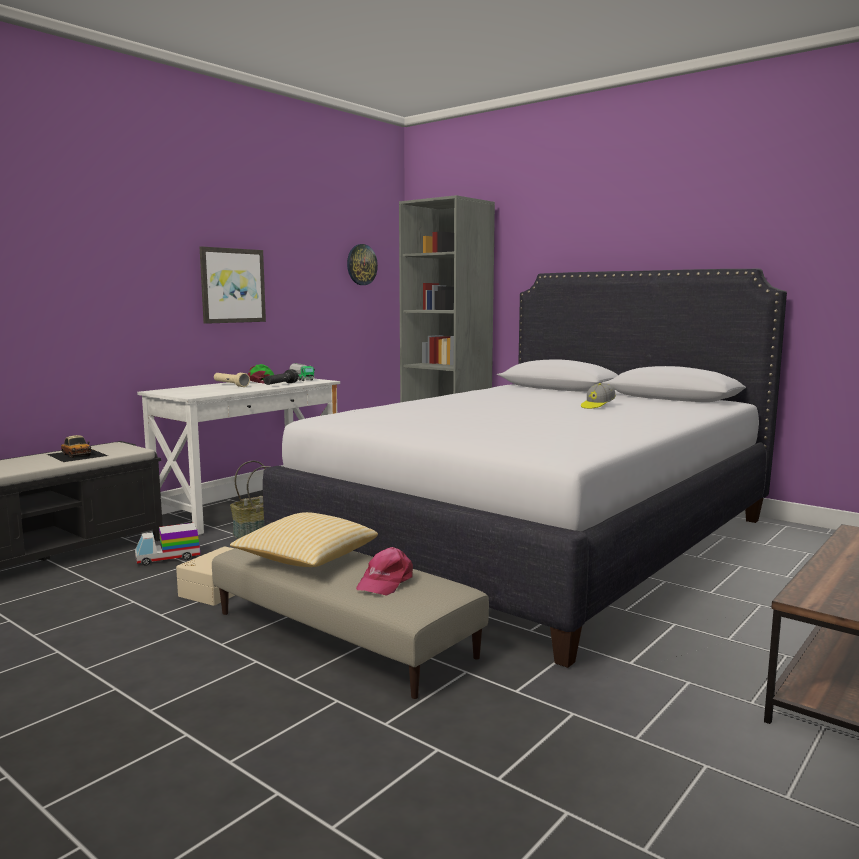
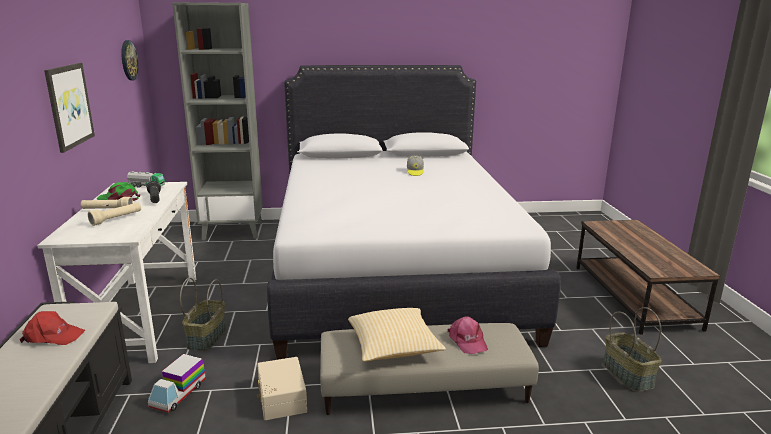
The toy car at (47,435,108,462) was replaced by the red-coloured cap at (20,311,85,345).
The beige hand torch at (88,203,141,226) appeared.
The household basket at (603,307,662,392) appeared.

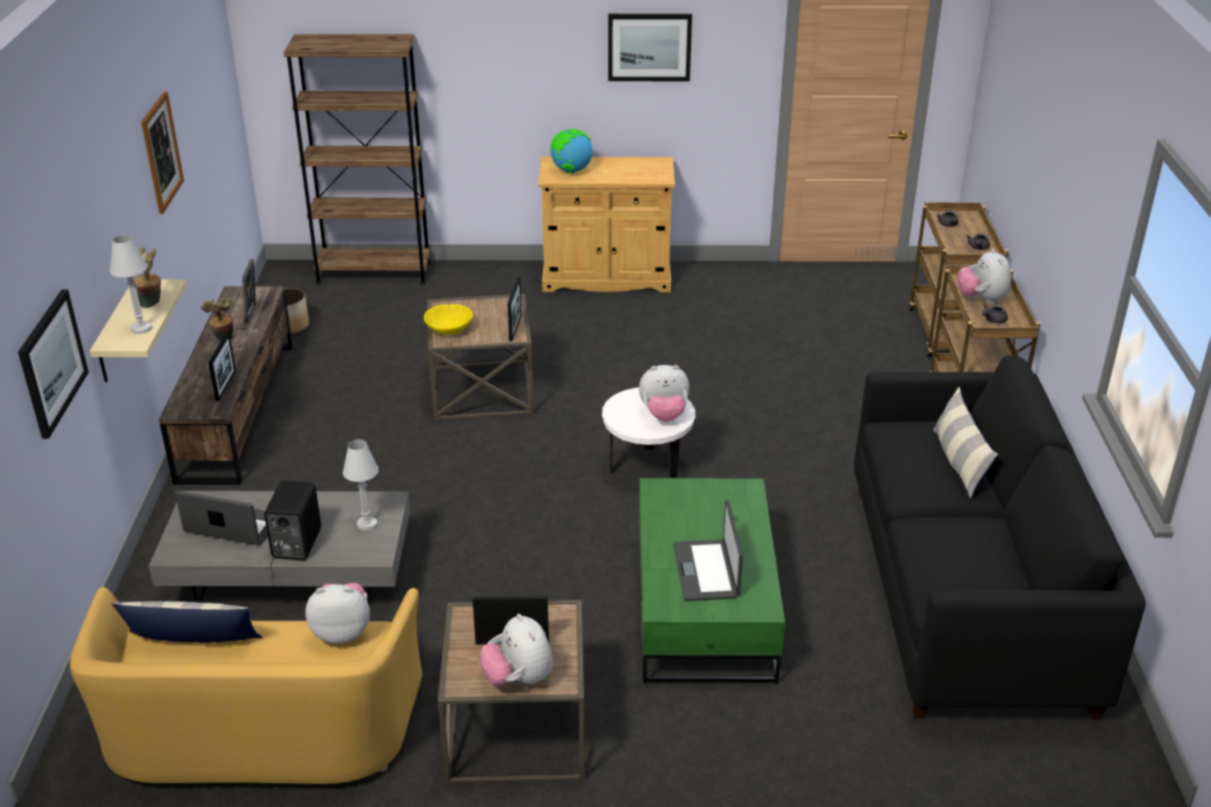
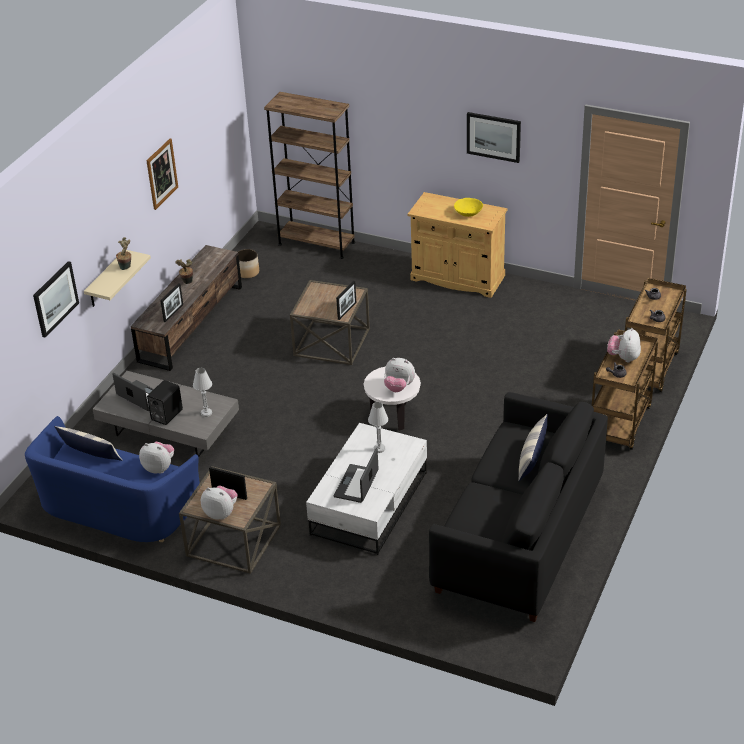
The desk globe at (550,129,593,173) disappeared.
The white table lamp moved from (110,235,152,334) to (368,402,388,453).
The picture frame at (242,259,256,323) disappeared.
The yellow deep dish moved from (424,304,473,335) to (454,198,483,217).
The green coffee table at (639,478,785,684) became the white coffee table at (306,423,427,555).
The yellow settee at (70,587,422,784) became the blue settee at (25,416,200,542).
The soft toy at (479,614,553,686) turned 120 degrees clockwise.

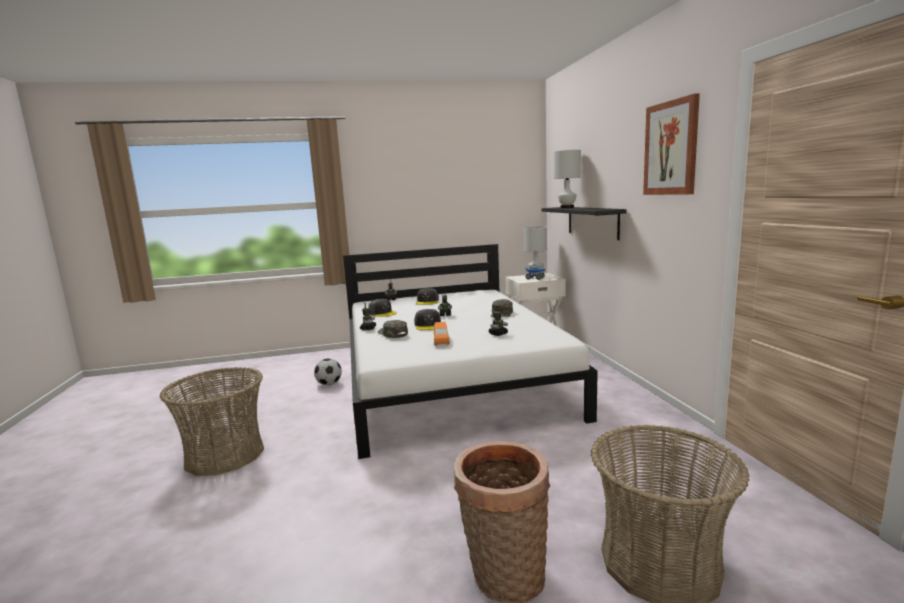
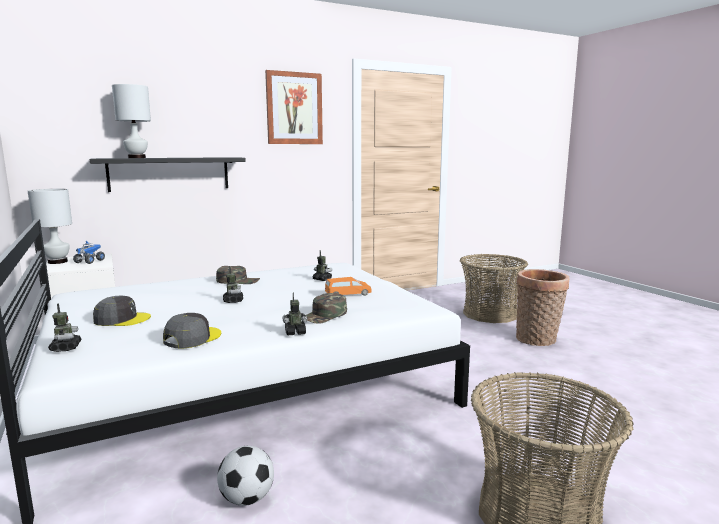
The gray cap at (414,309,441,330) disappeared.

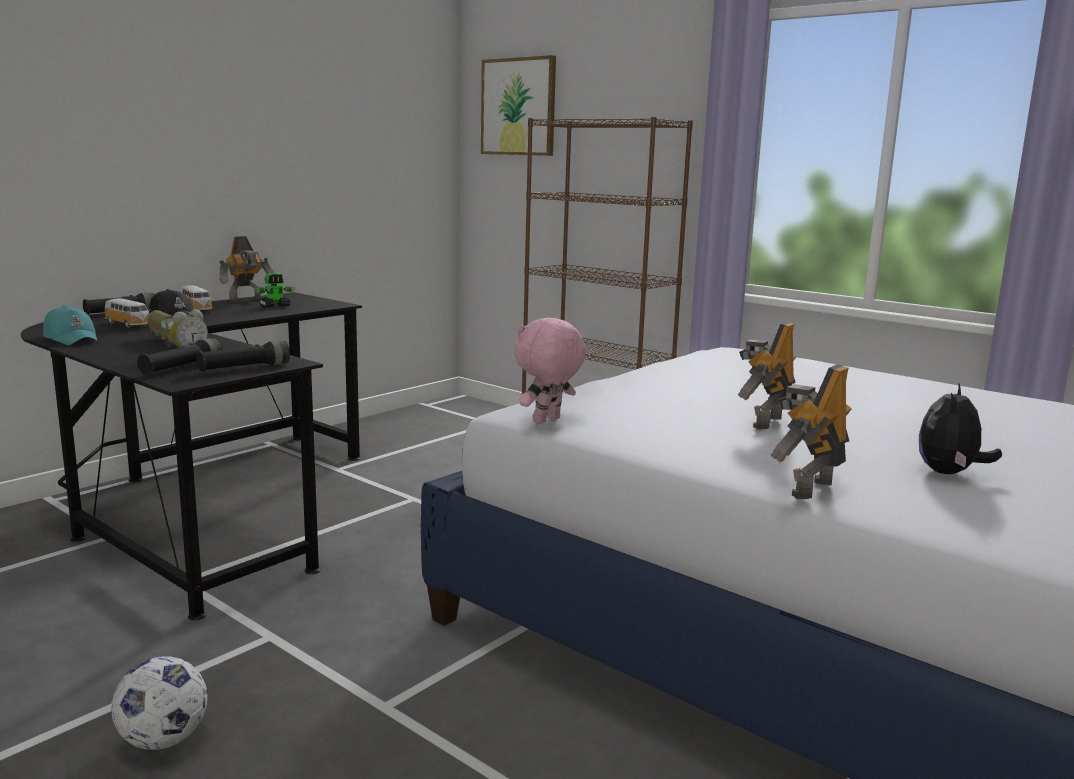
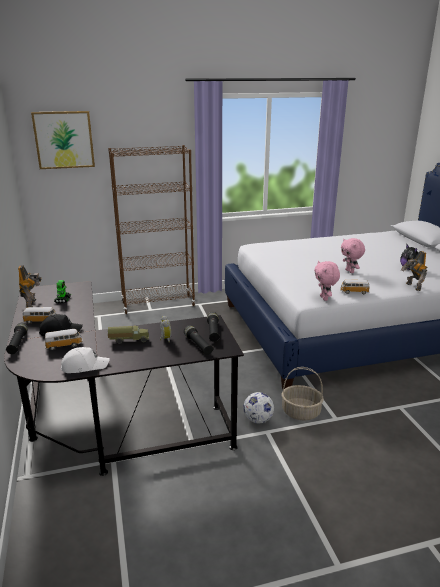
The turquoise-coloured cap at (43,305,97,345) became the white cap at (61,347,110,373).
The robot figure at (738,322,796,430) was replaced by the pink-coloured soft toy at (341,238,365,273).
The football moved from (111,656,208,750) to (243,392,274,423).
The toy car at (340,280,370,294) appeared.
The household basket at (281,367,324,421) appeared.

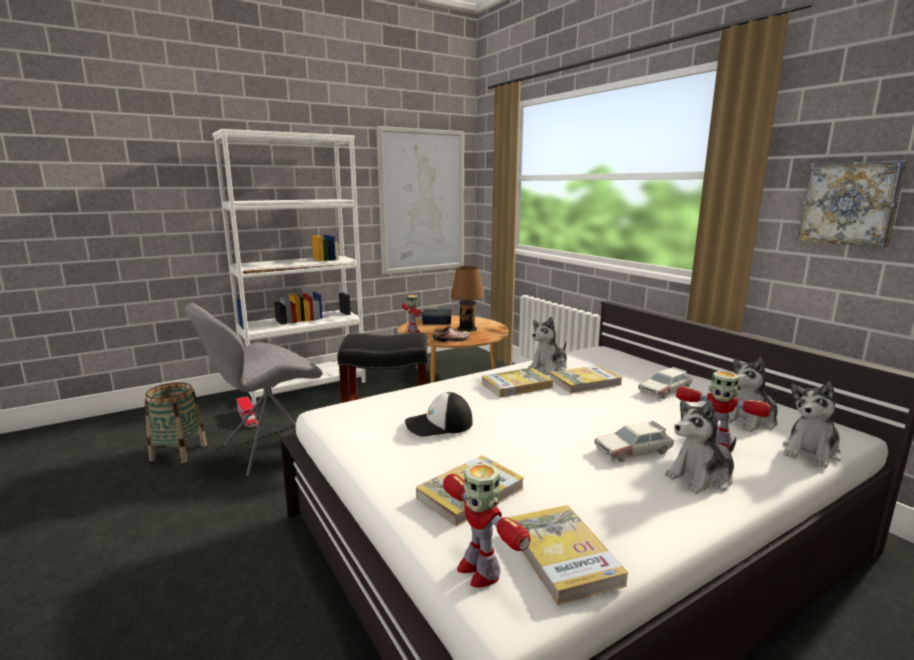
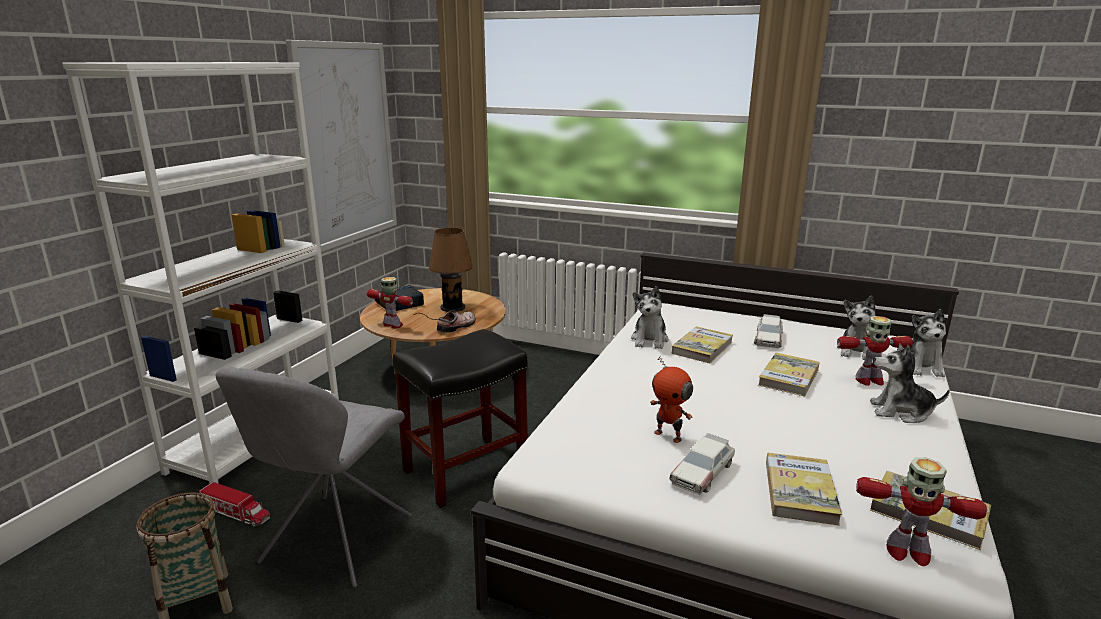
The wall art at (798,161,907,247) disappeared.
The volume moved from (481,368,553,397) to (758,353,820,396).
The cap at (405,392,473,436) was replaced by the robot figure at (650,356,693,443).
The soft toy at (665,400,736,494) turned 75 degrees clockwise.
The toy car moved from (594,421,674,462) to (669,433,735,495).

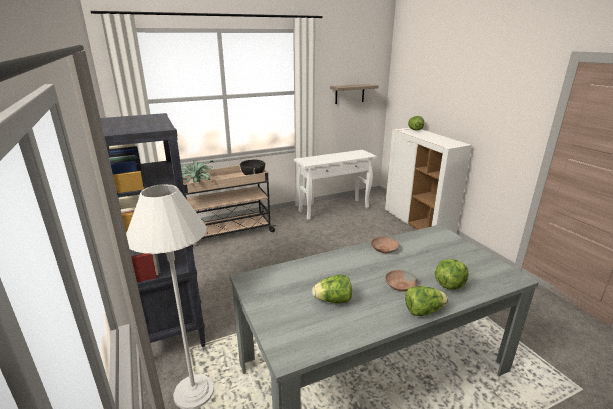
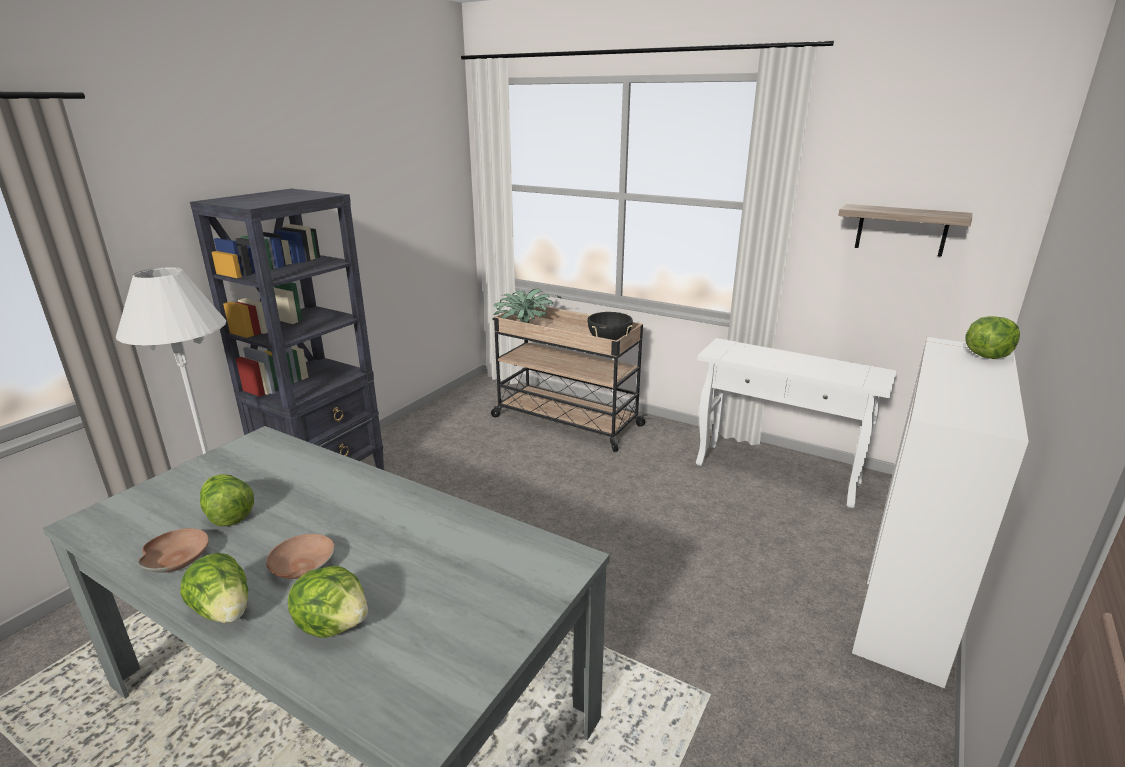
The brownish deep dish moved from (371,237,400,253) to (137,528,209,573).

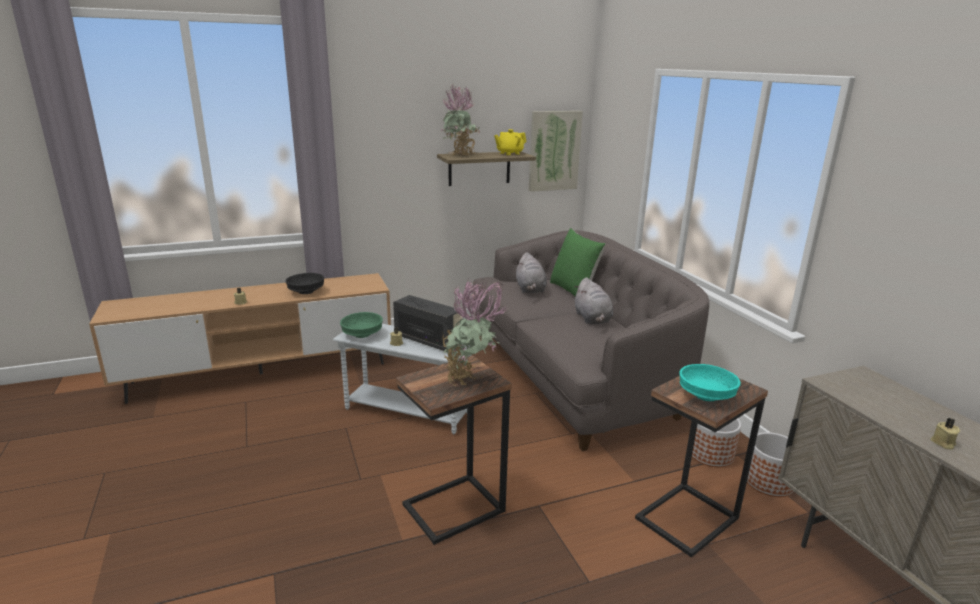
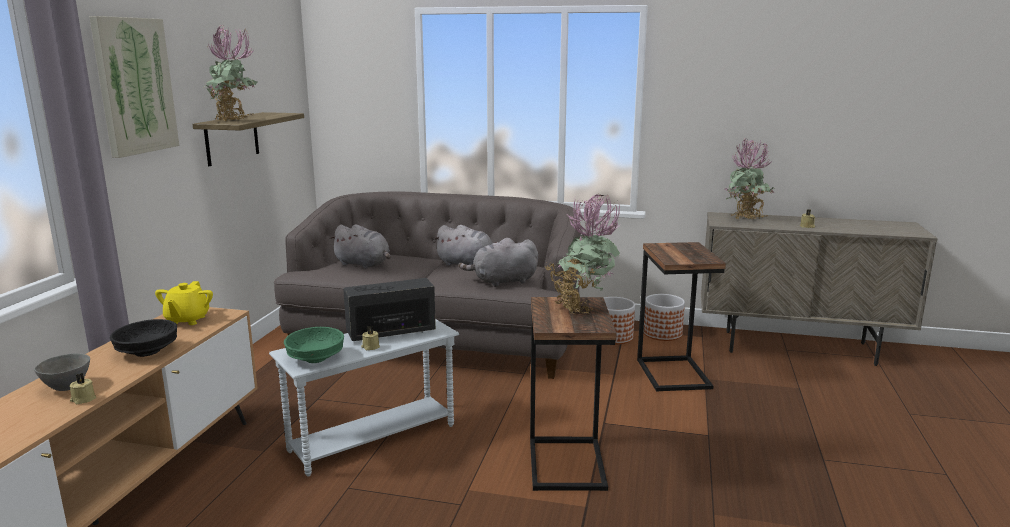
The wall art moved from (529,111,583,192) to (89,16,179,158).
The yellow teapot moved from (494,129,527,155) to (155,281,213,325).
The green cushion at (550,228,605,296) disappeared.
The turquoise-coloured deep dish at (679,364,741,401) disappeared.
The houseplant at (725,137,774,220) appeared.
The gray soft toy at (458,238,538,287) appeared.
The gray deep dish at (34,353,90,391) appeared.

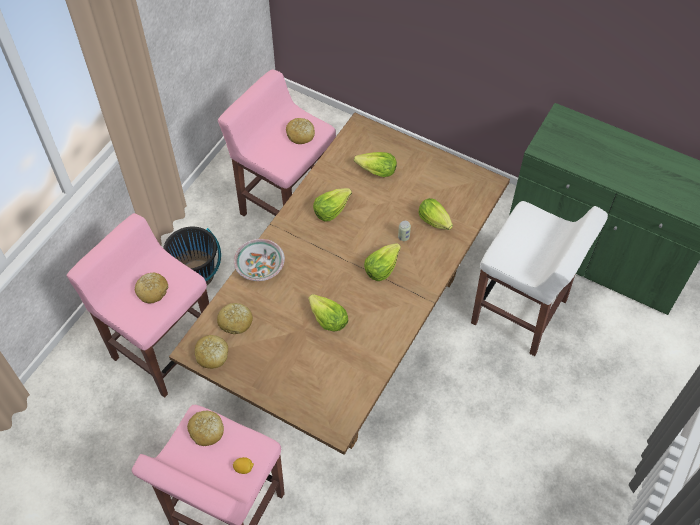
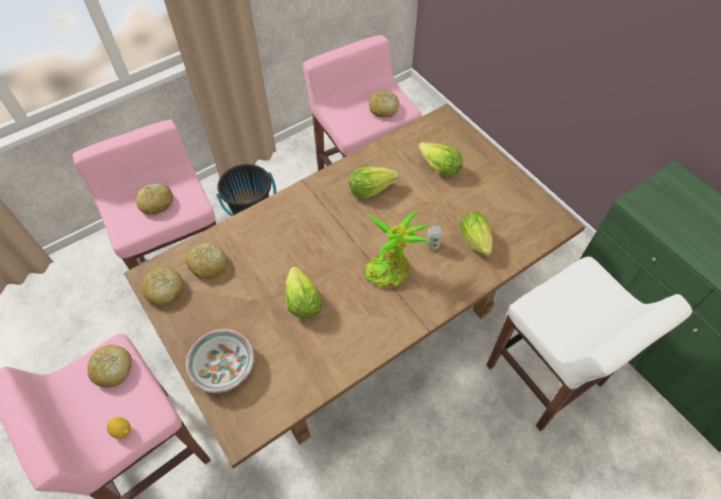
The deep dish moved from (234,239,285,281) to (186,329,254,393).
The head of lettuce at (364,243,401,281) was replaced by the houseplant at (366,210,431,287).

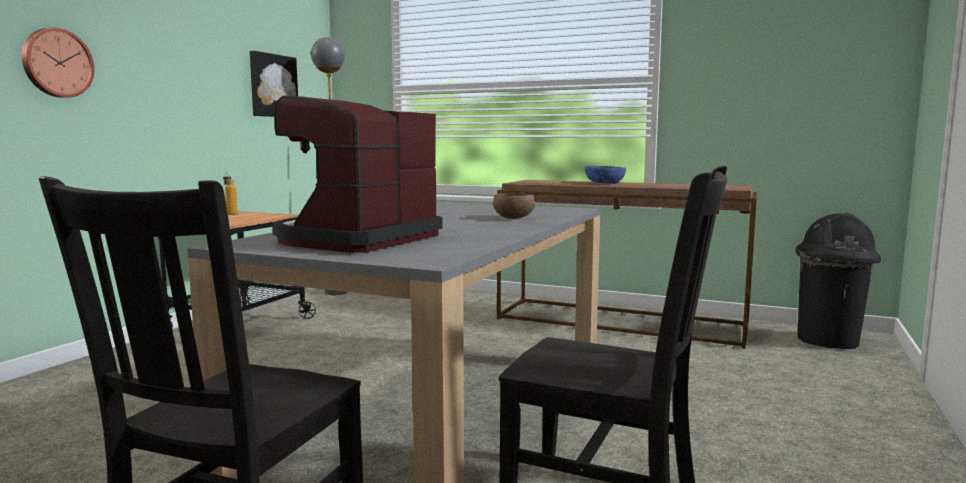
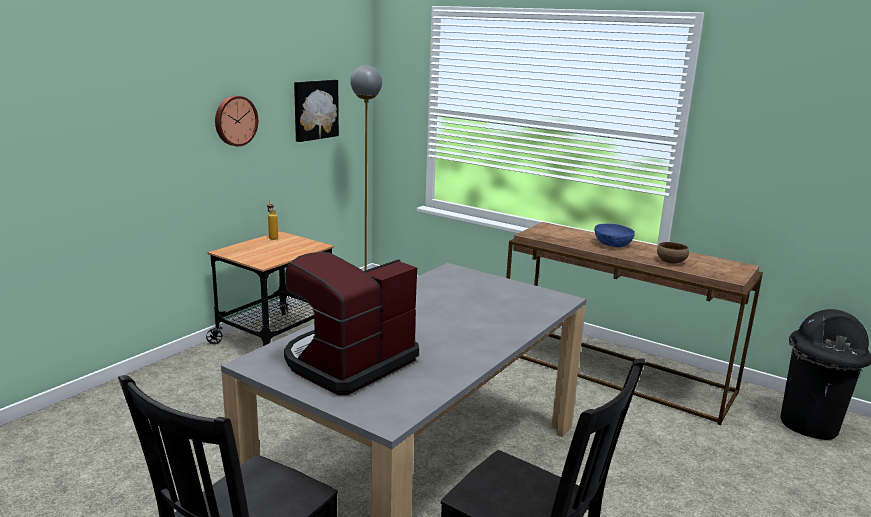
The wall clock moved from (22,28,94,98) to (215,96,258,146).
The brownish deep dish moved from (493,193,535,219) to (657,242,689,264).

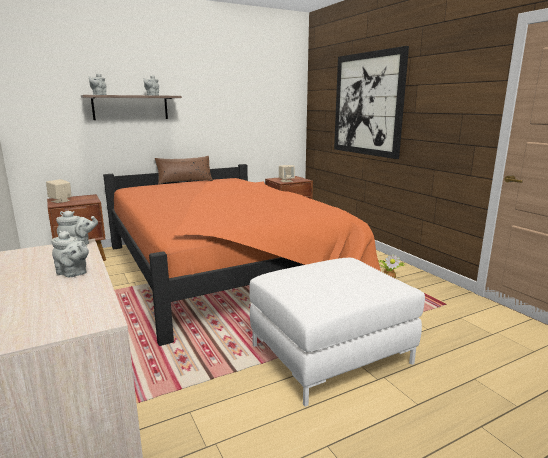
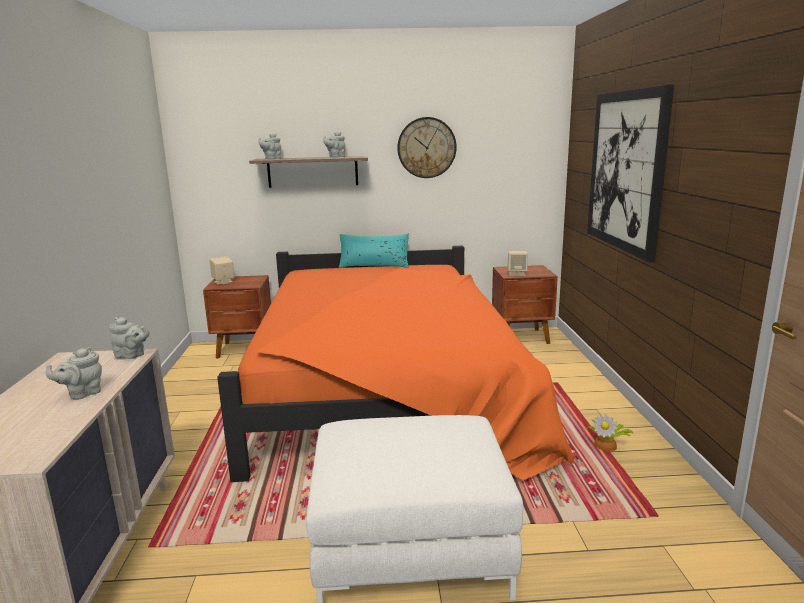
The brownish cushion at (155,156,213,184) became the turquoise-coloured cushion at (339,233,409,268).
The gray teapot at (51,231,89,277) turned 75 degrees clockwise.
The wall clock at (397,117,457,178) appeared.

